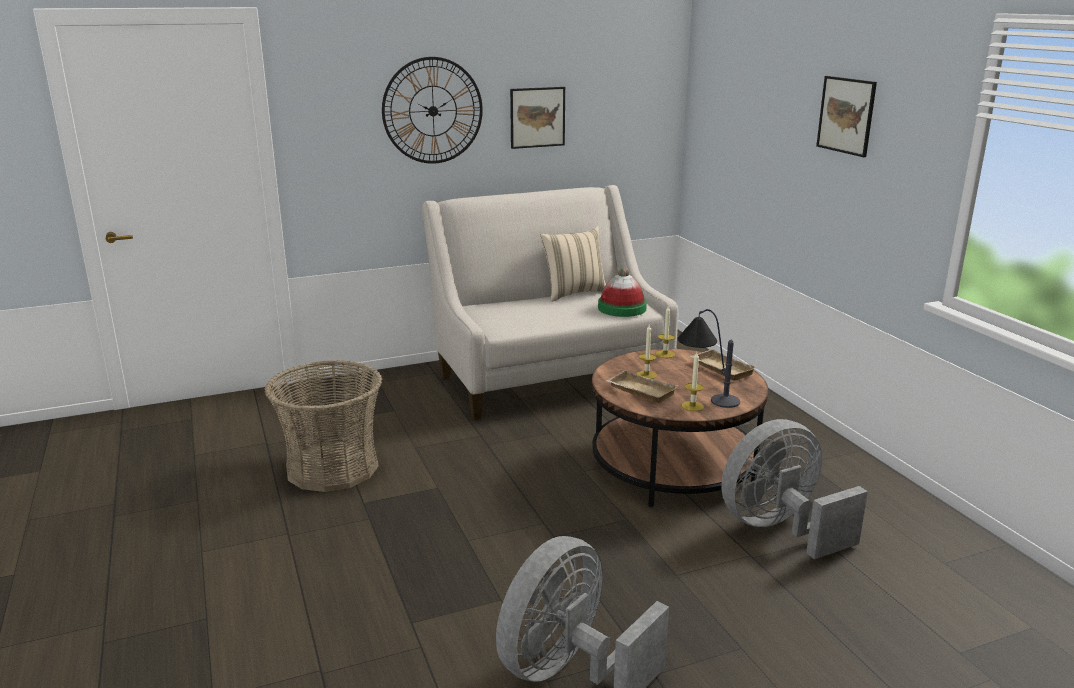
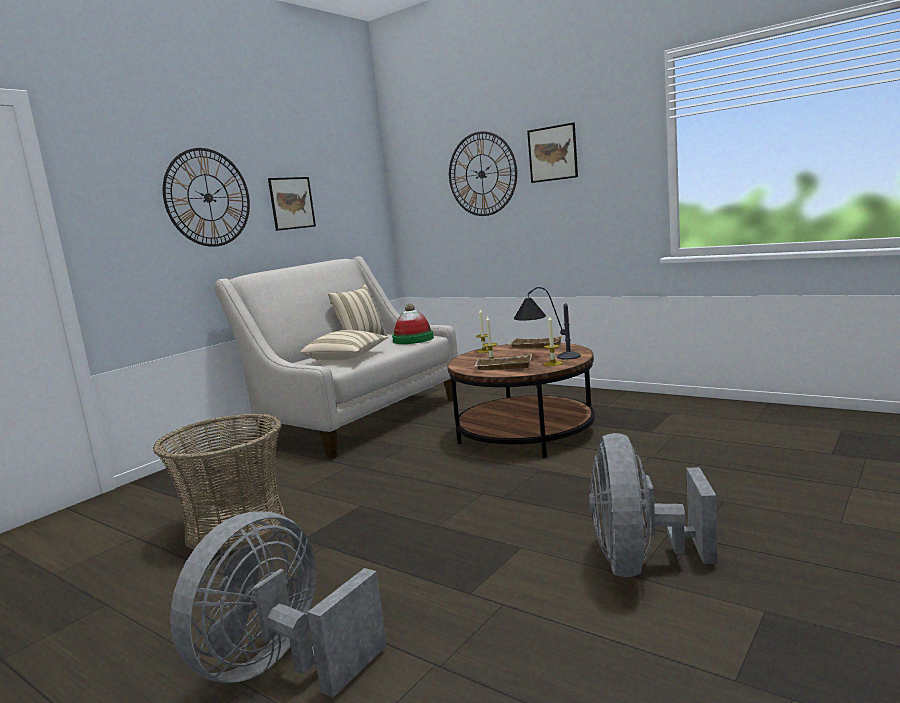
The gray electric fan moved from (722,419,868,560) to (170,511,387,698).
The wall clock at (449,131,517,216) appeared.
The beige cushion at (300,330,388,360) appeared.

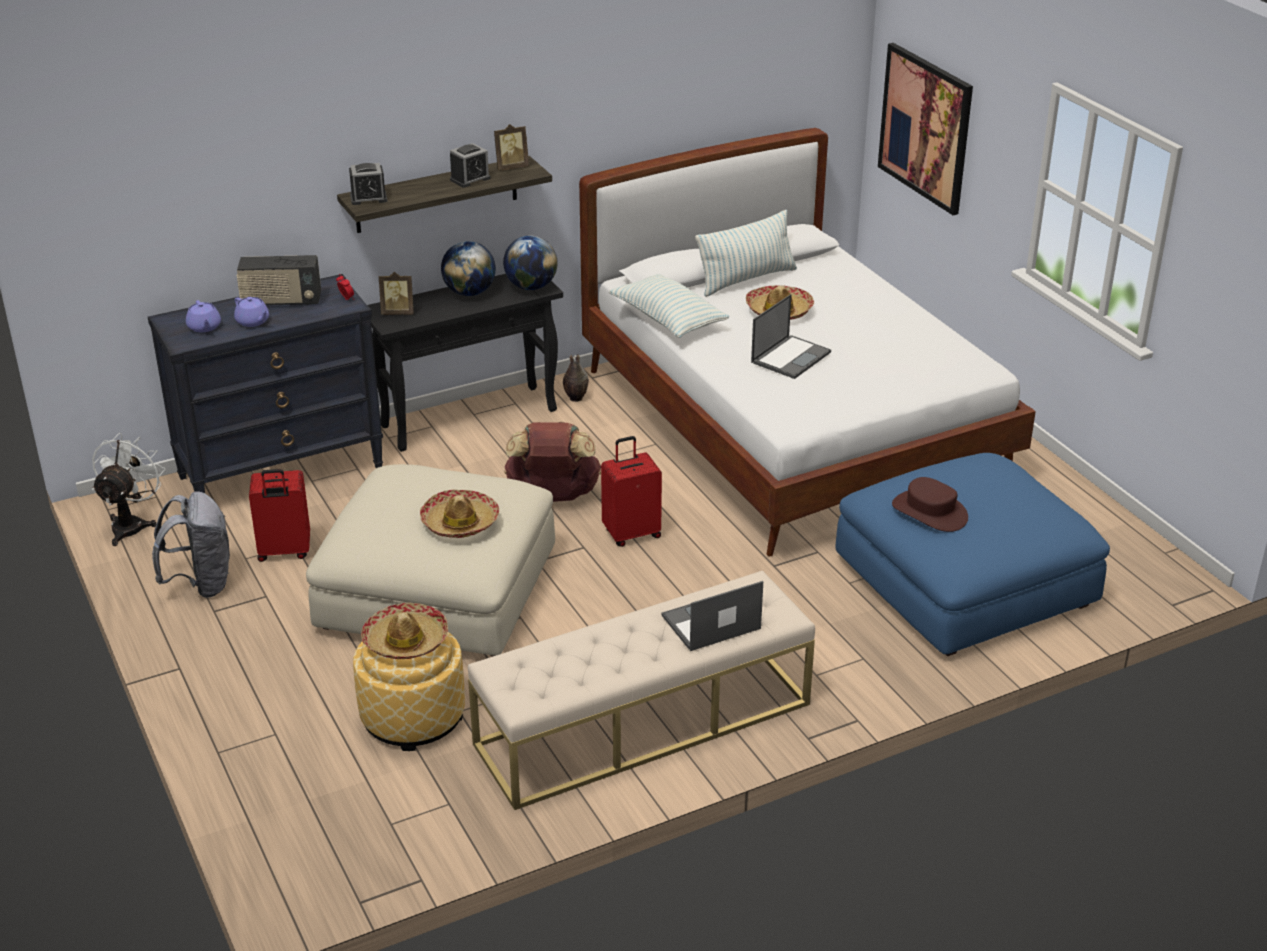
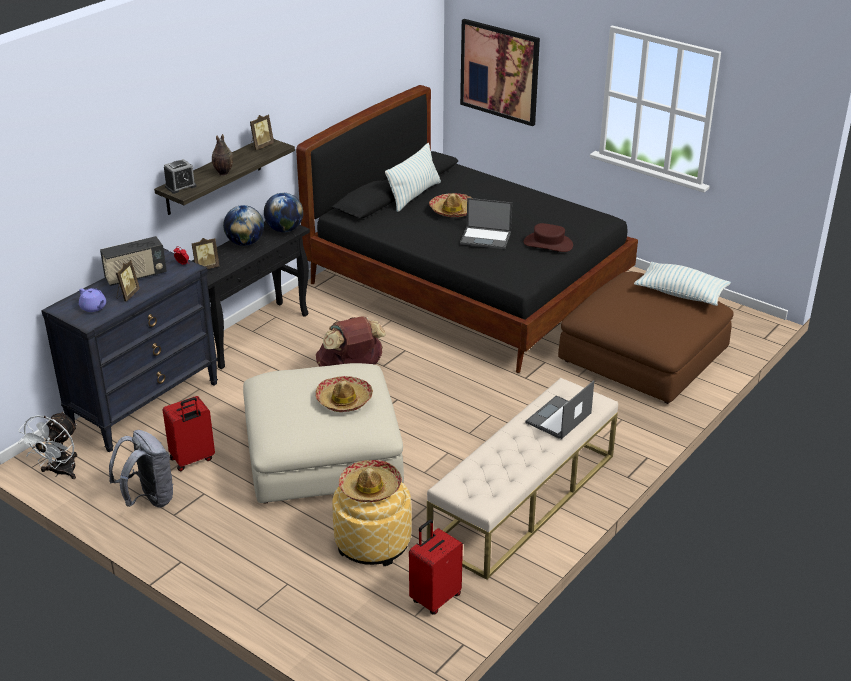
The white bed at (579,128,1036,556) became the black bed at (296,85,638,373).
The alarm clock at (450,143,491,188) disappeared.
The cushion moved from (609,274,730,338) to (634,262,731,306).
The laptop at (751,294,831,379) turned 90 degrees clockwise.
The purplish teapot at (234,297,269,327) was replaced by the picture frame at (116,260,140,302).
The flower vase moved from (563,355,589,402) to (212,134,233,176).
The white electric fan at (92,433,165,546) turned 150 degrees counterclockwise.
The red-coloured suitcase moved from (601,436,662,547) to (409,519,463,615).
The blue ottoman at (835,453,1110,656) became the brownish ottoman at (558,272,734,404).
The brownish clothing hat moved from (892,477,968,532) to (524,223,573,252).

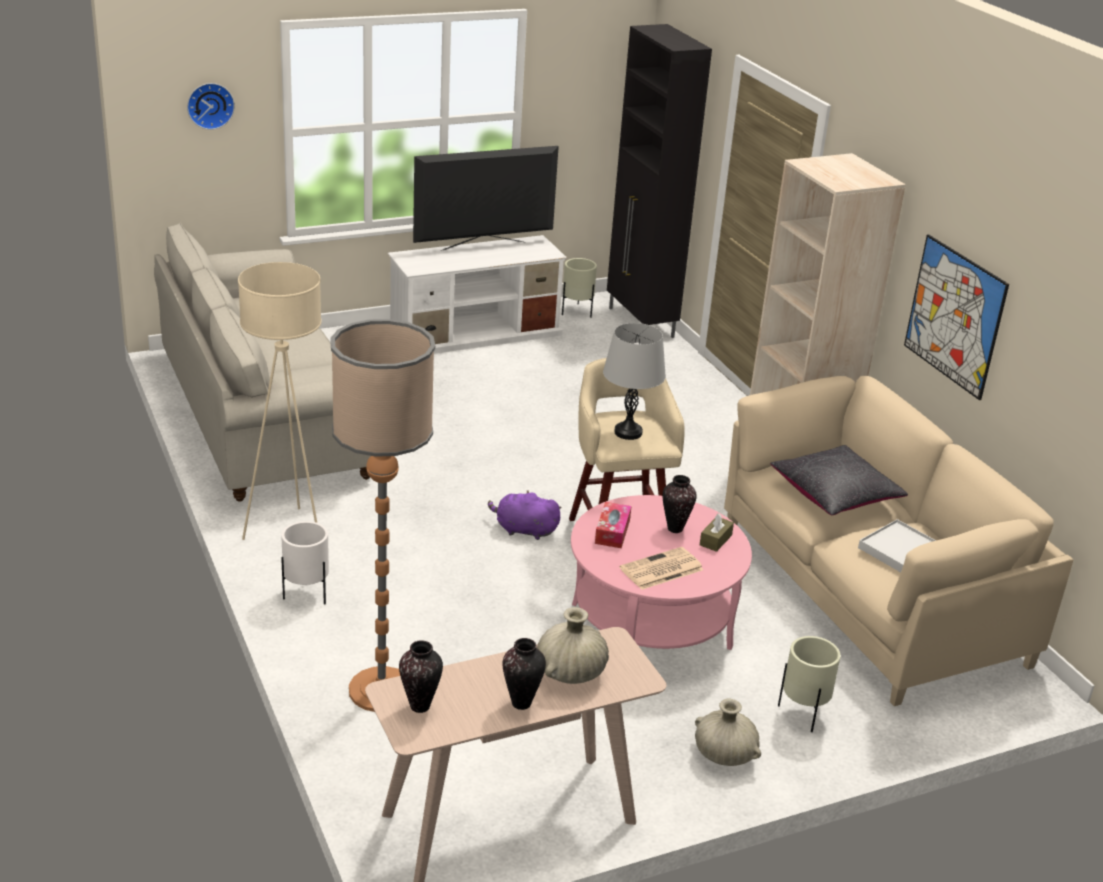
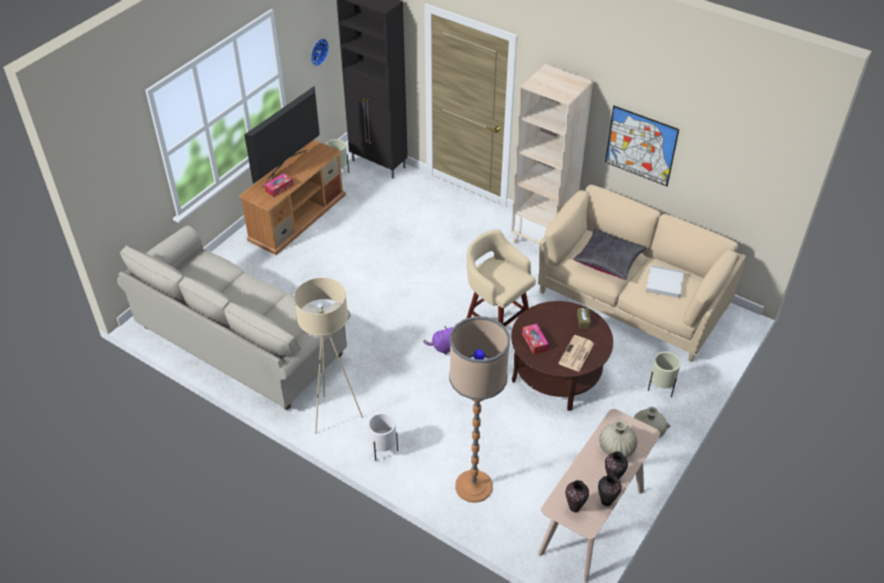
The wall clock moved from (187,83,235,130) to (311,38,329,66).
The white tv unit at (388,235,567,354) became the brownish tv unit at (238,140,346,255).
The gray table lamp at (603,323,666,440) disappeared.
The flower vase moved from (663,475,697,533) to (598,474,622,506).
The pink-coloured coffee table at (571,495,752,650) became the brownish coffee table at (511,301,613,411).
The box of tissues at (264,173,293,197) appeared.

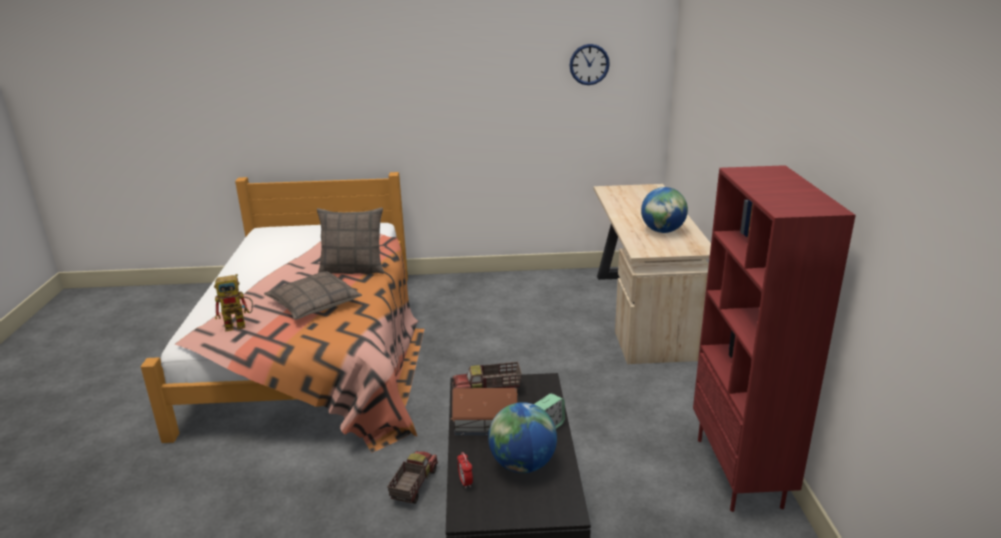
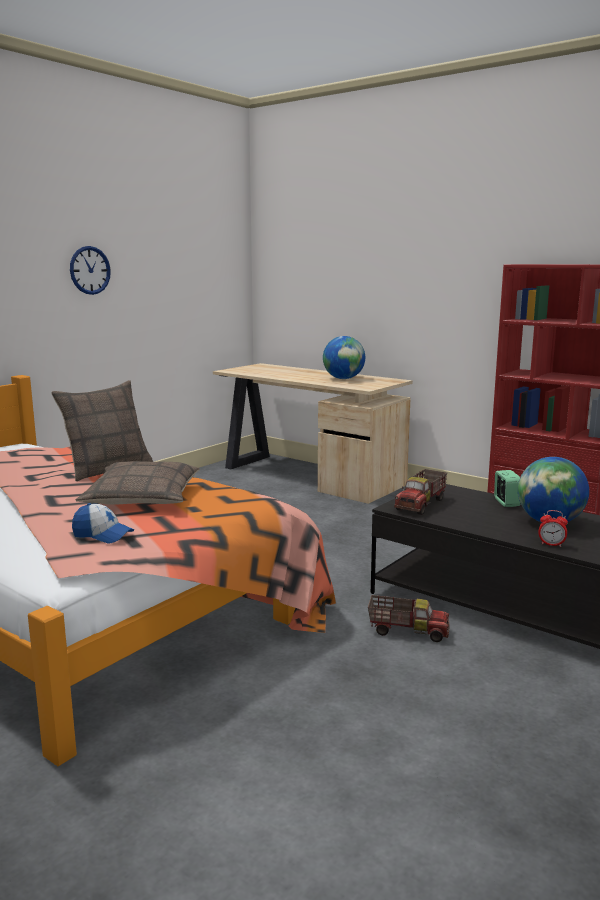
The wall clock moved from (569,44,610,85) to (70,246,111,295).
The robot figure at (214,274,253,332) was replaced by the cap at (72,503,134,544).
The model house at (451,388,518,436) disappeared.
The toy truck at (387,451,438,504) turned 135 degrees clockwise.

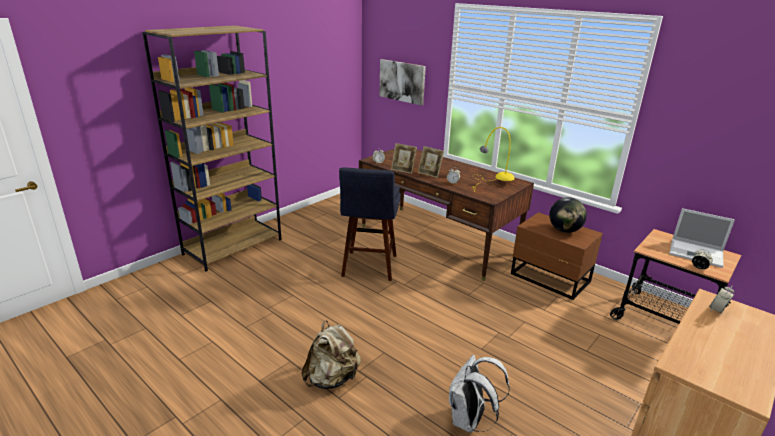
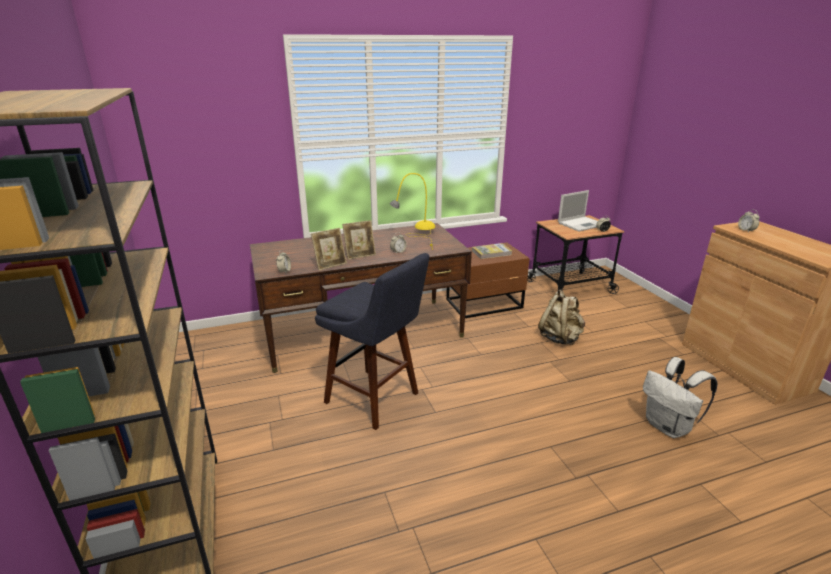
The wall art at (379,59,426,105) disappeared.
The desk globe at (549,197,587,233) was replaced by the volume at (472,243,512,259).
The beige backpack moved from (301,320,361,389) to (538,290,585,345).

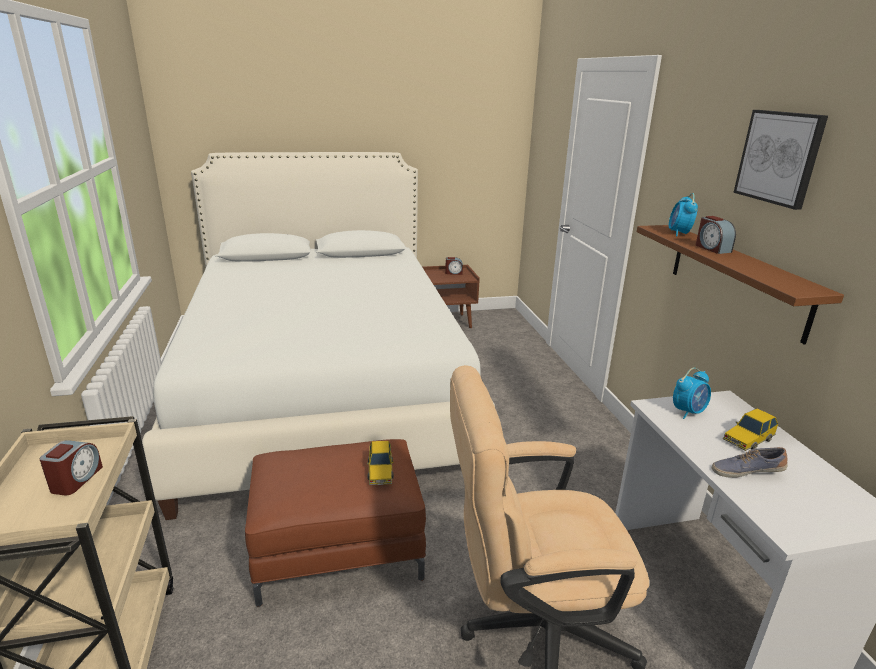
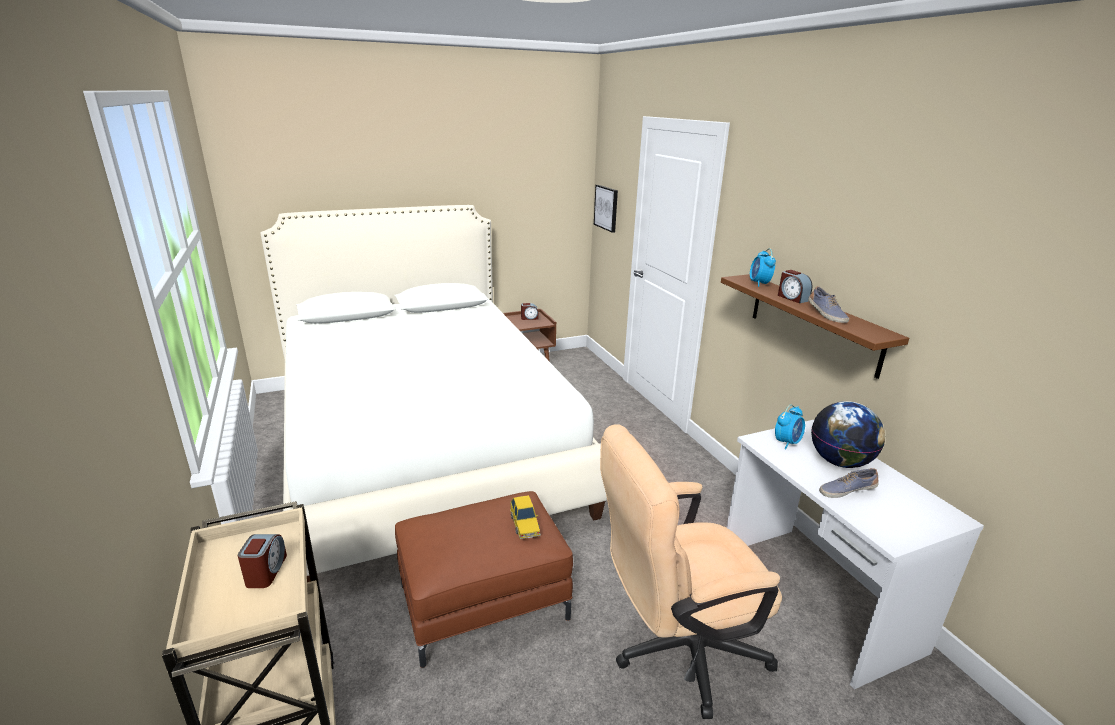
The wall art moved from (733,110,828,210) to (594,185,618,233).
The toy car at (722,408,778,451) was replaced by the desk globe at (811,401,885,468).
The low shoe at (808,286,850,323) appeared.

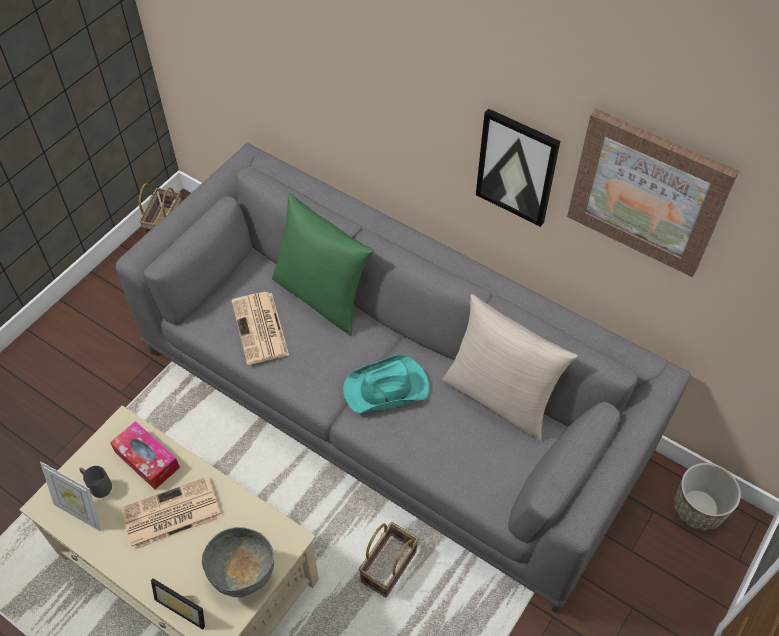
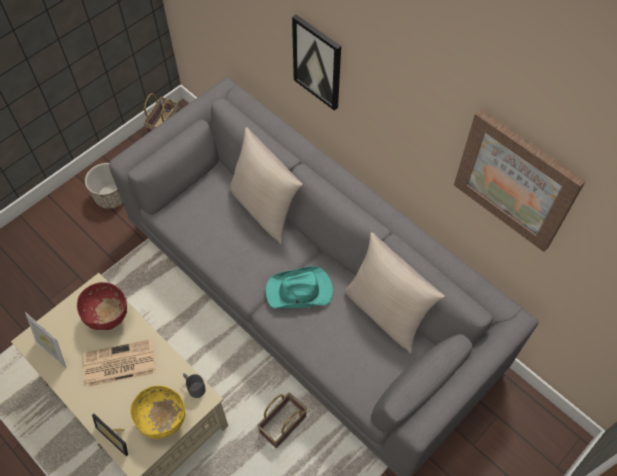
The wall art moved from (476,108,560,227) to (292,14,341,111).
The green cushion at (272,193,374,336) became the beige cushion at (229,127,303,244).
The printed paper at (231,292,289,365) disappeared.
The box of tissues at (110,421,180,489) was replaced by the red-coloured deep dish at (77,282,127,330).
The flower pot moved from (674,463,741,531) to (85,163,123,209).
The gray mug moved from (79,466,112,498) to (183,373,206,398).
The gray deep dish at (201,527,274,597) became the yellow deep dish at (130,385,185,439).

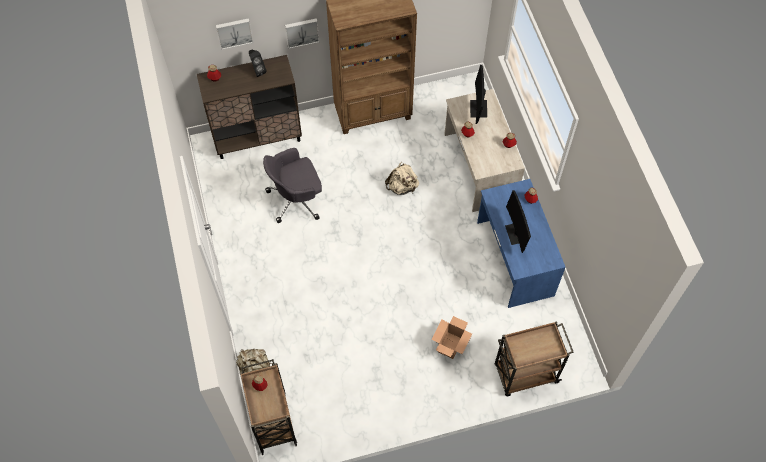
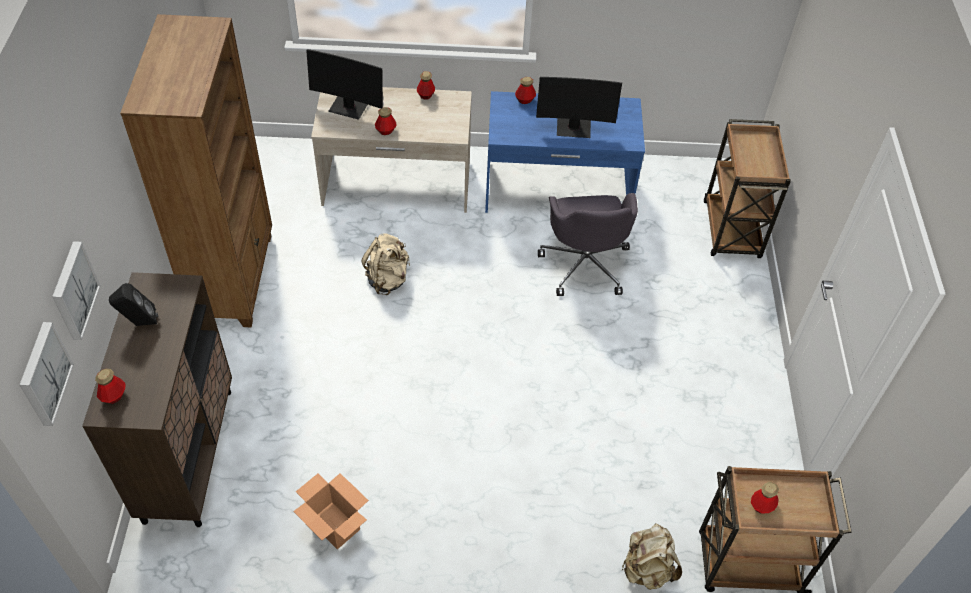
The wall art moved from (285,18,319,49) to (20,322,74,426).
The gray computer chair moved from (263,148,322,223) to (538,193,638,296).
The carton moved from (431,316,472,359) to (293,473,369,549).

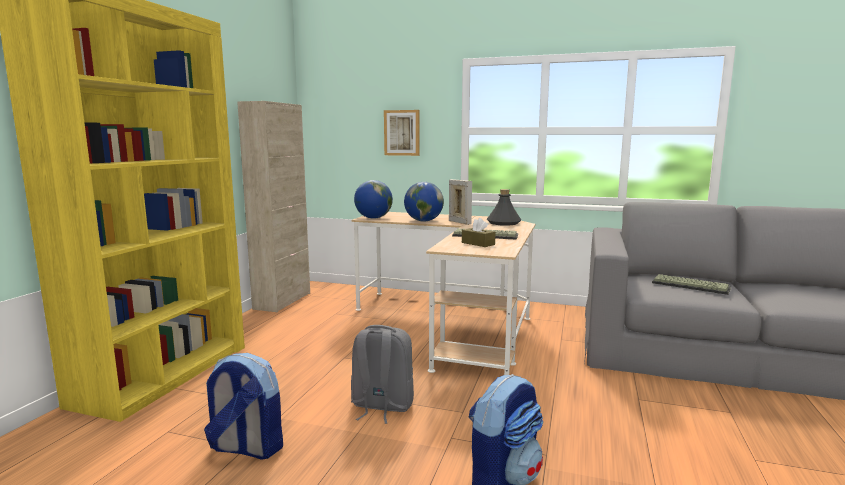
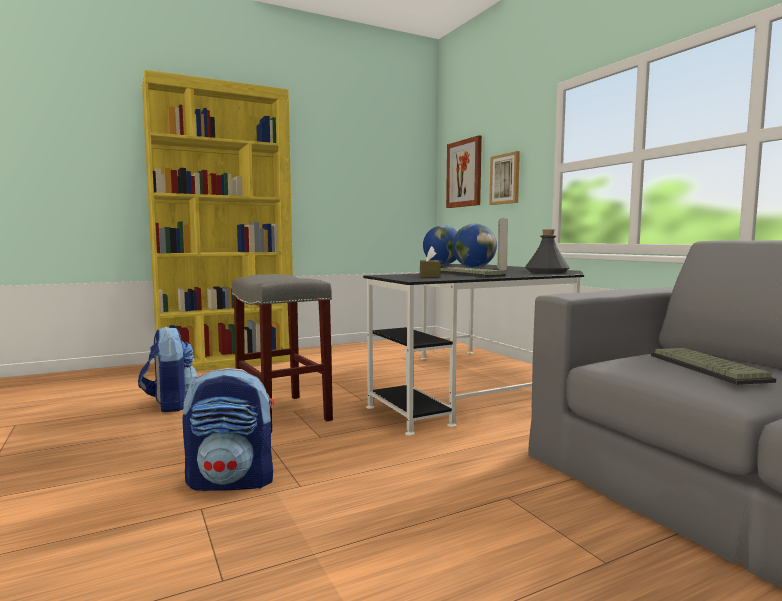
The beige cupboard at (237,101,310,312) disappeared.
The beige desk at (351,212,535,375) became the black desk at (363,264,584,436).
The gray backpack at (351,325,414,424) was replaced by the gray stool seat at (232,274,333,433).
The wall art at (446,135,482,208) appeared.

